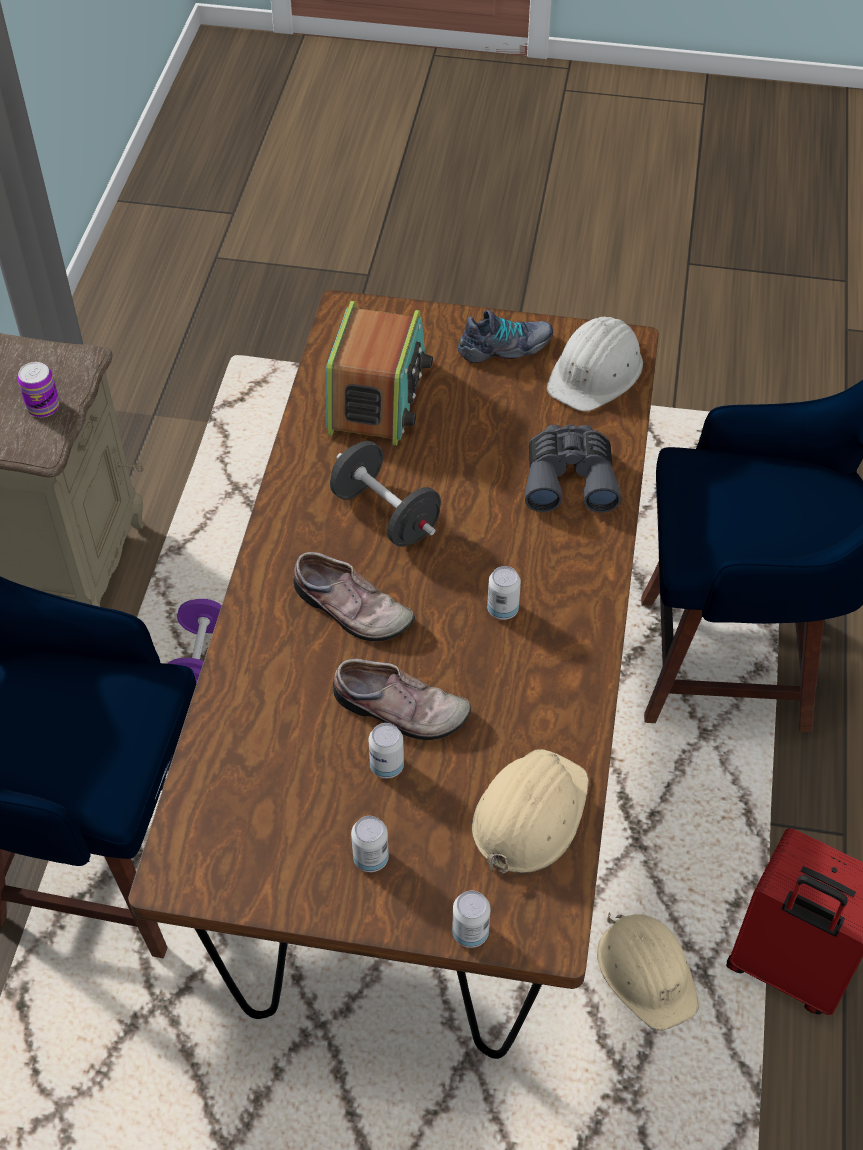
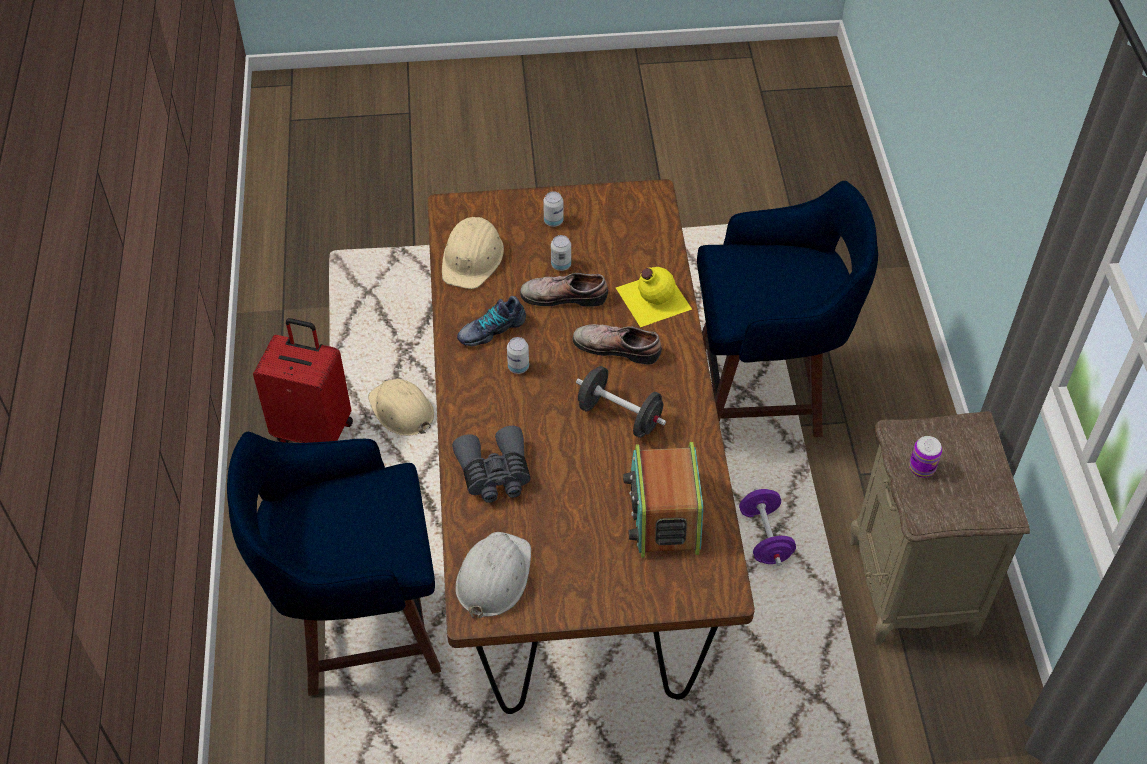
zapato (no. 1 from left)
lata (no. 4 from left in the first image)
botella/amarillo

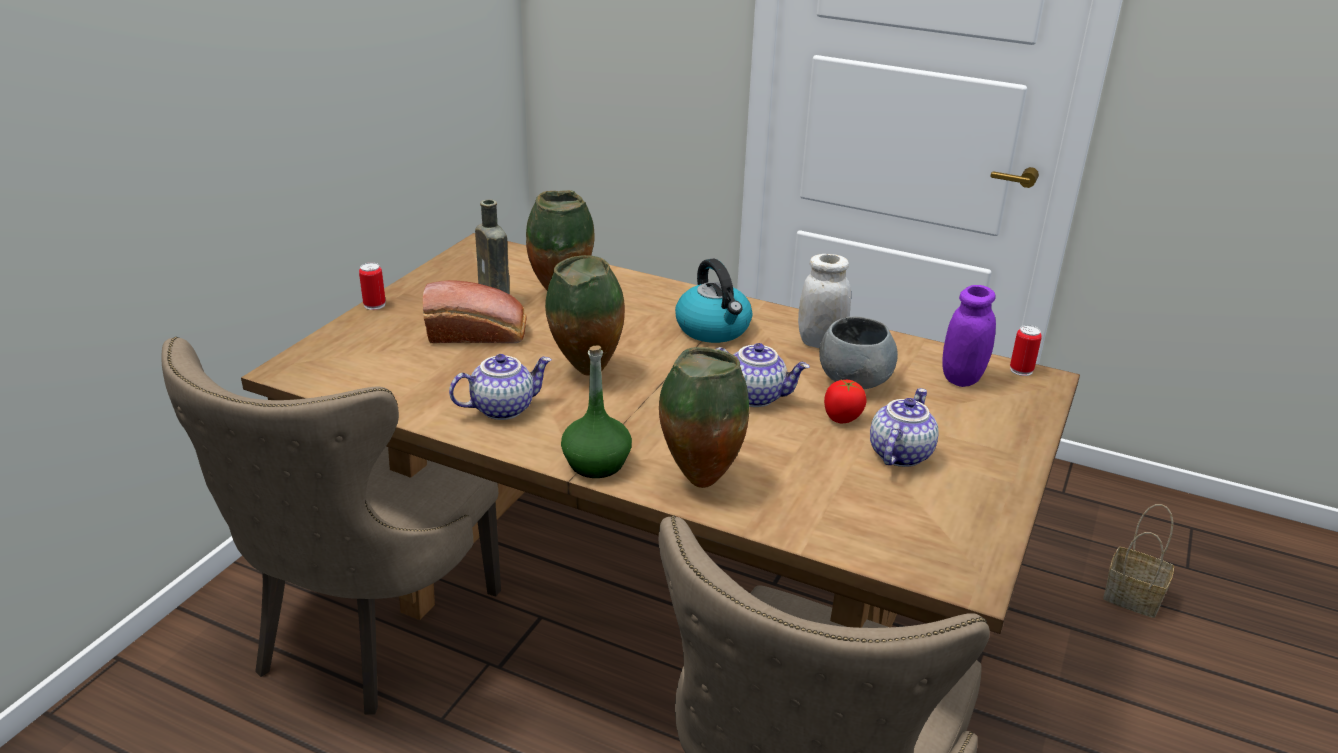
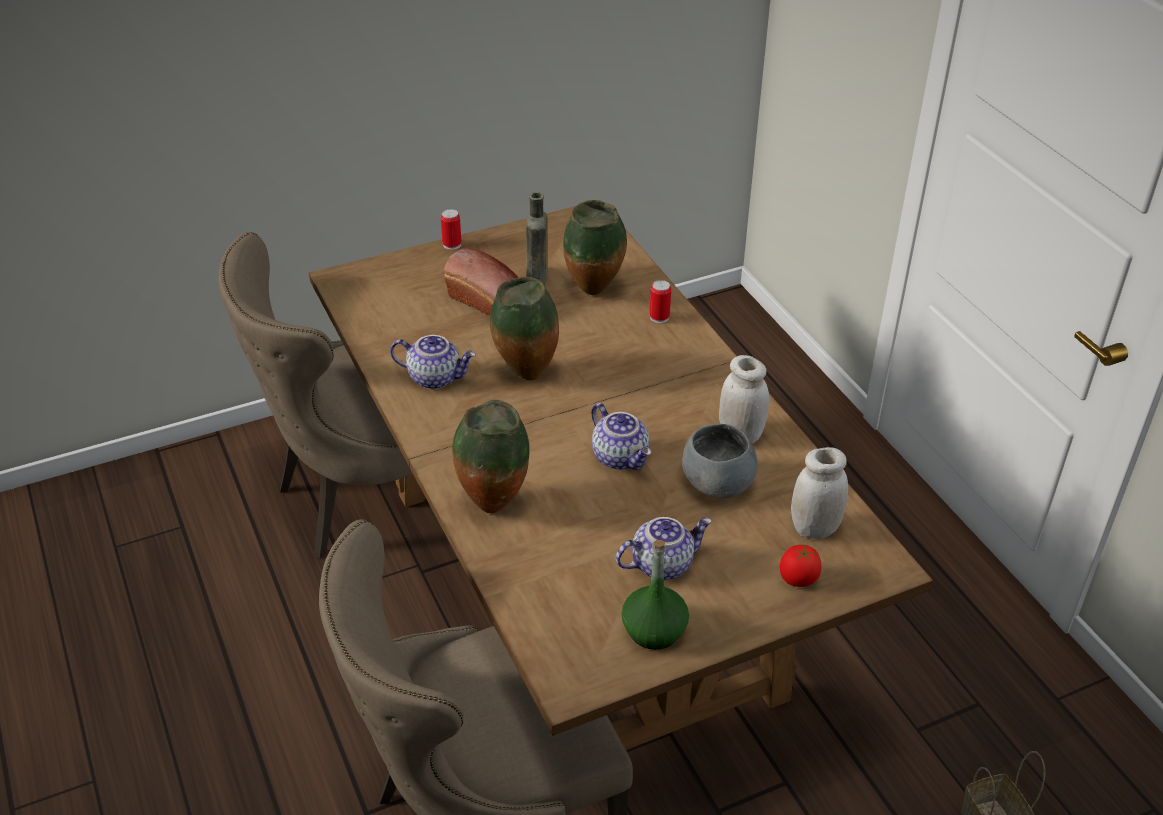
hervidor
tarro/blanco (no. 2 from left)
lata (no. 2 from left)
botella/verde
tomate

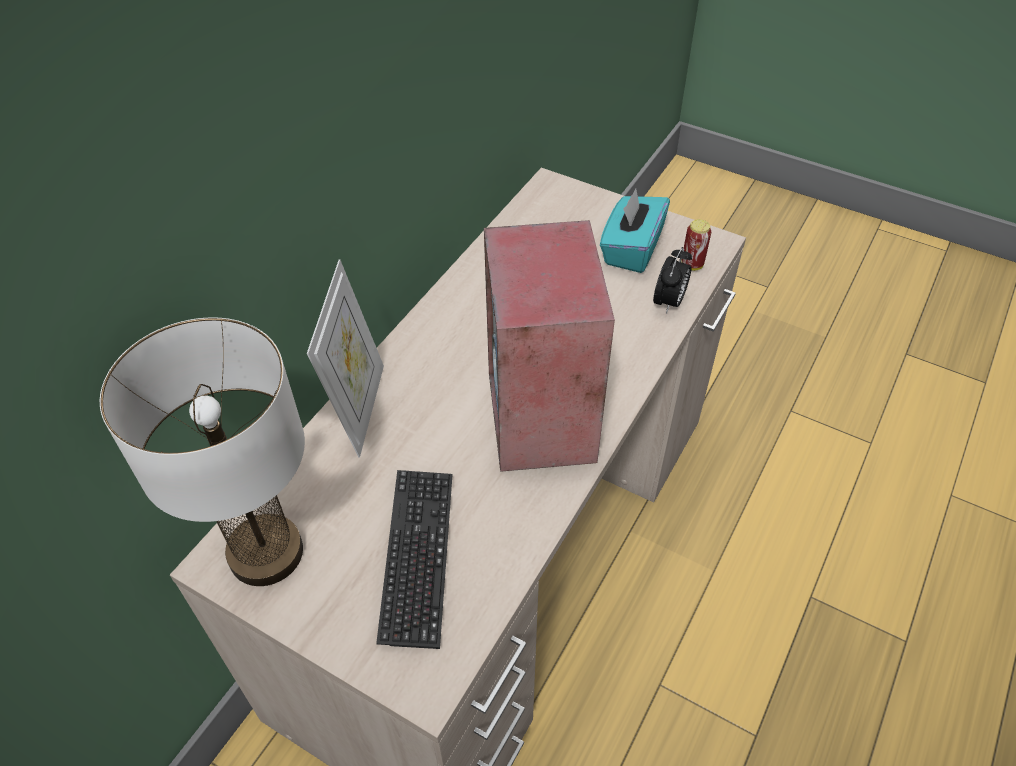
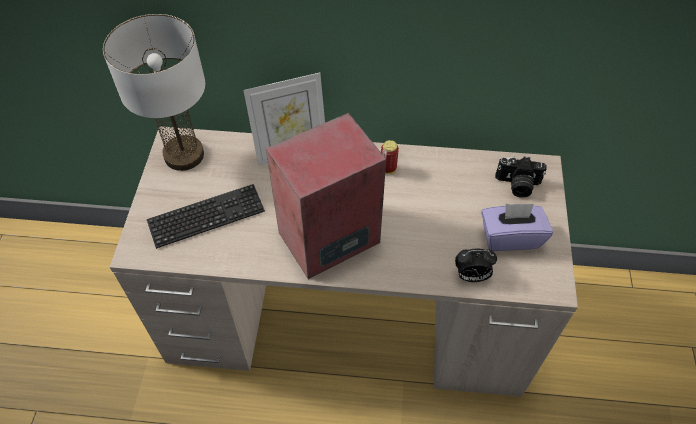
caja de pañuelos/morado
lata
cámara

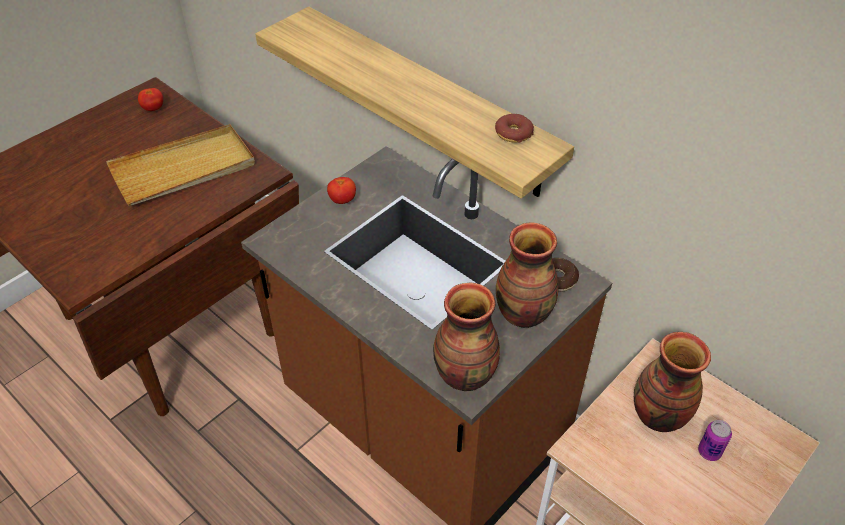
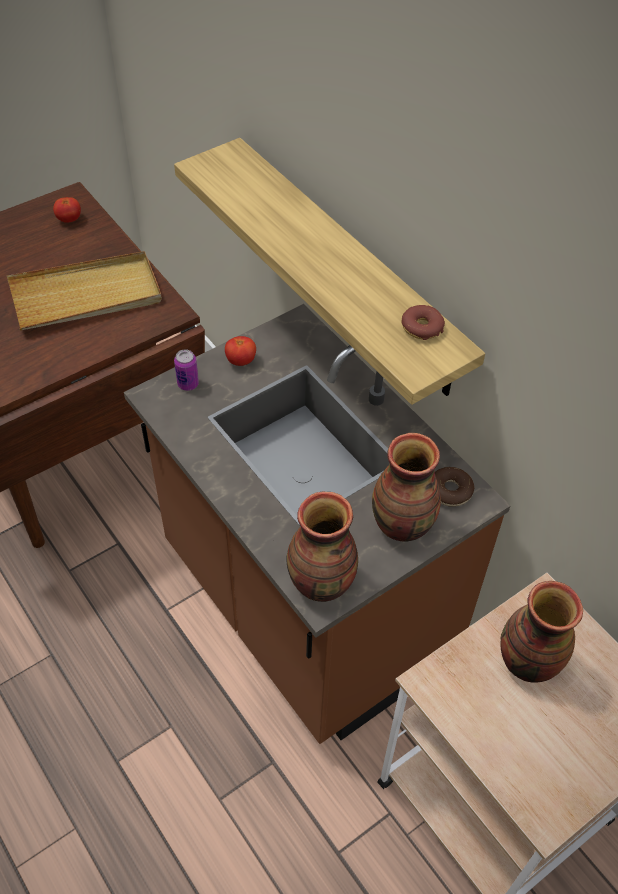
lata

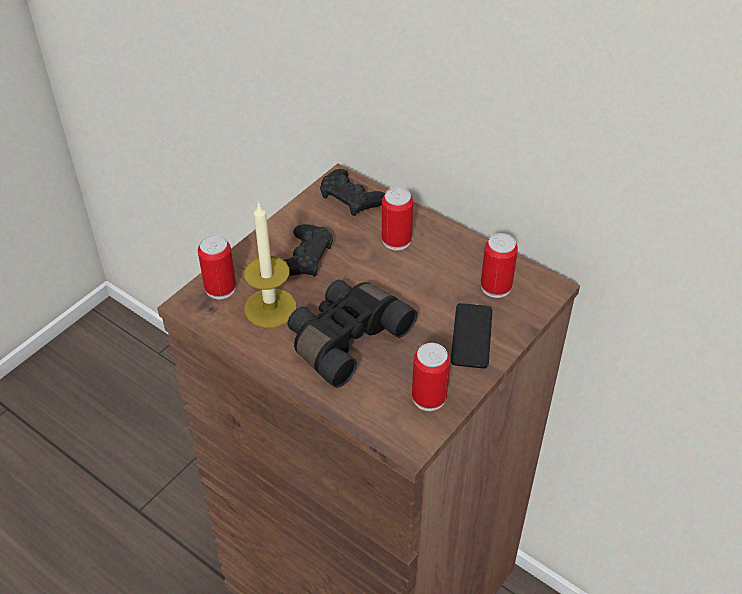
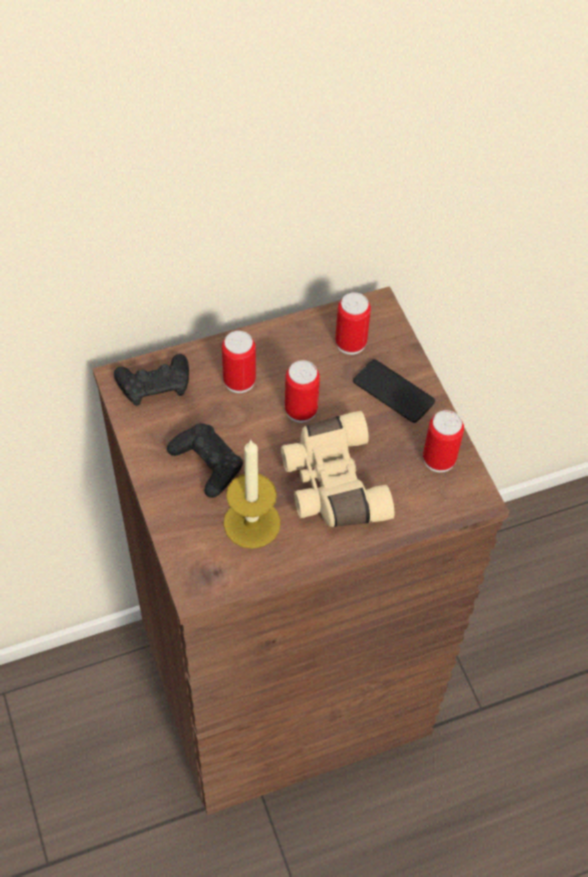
lata (no. 2 from left)
prismáticos/beis

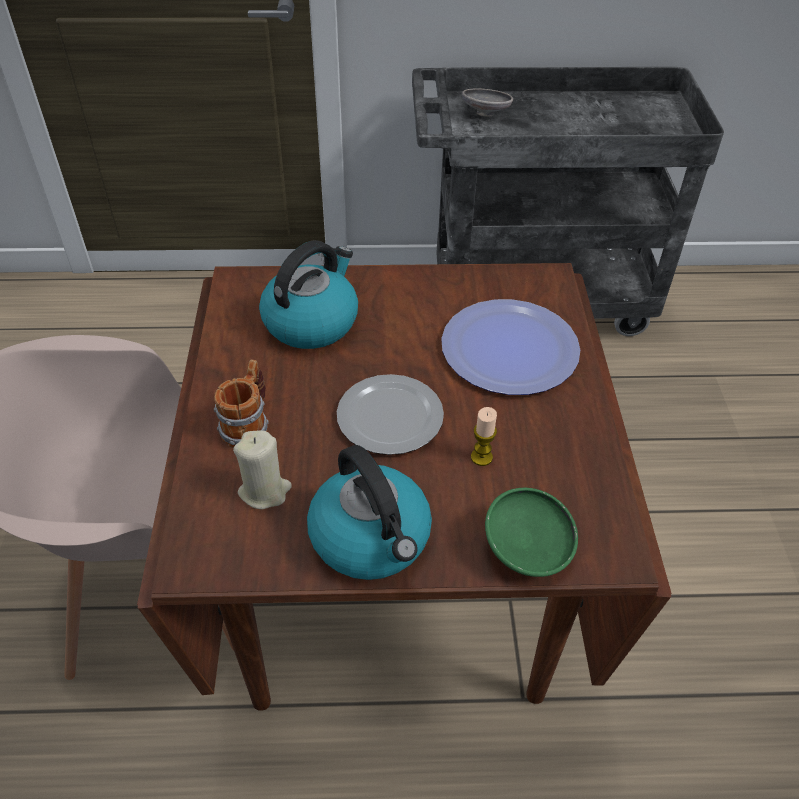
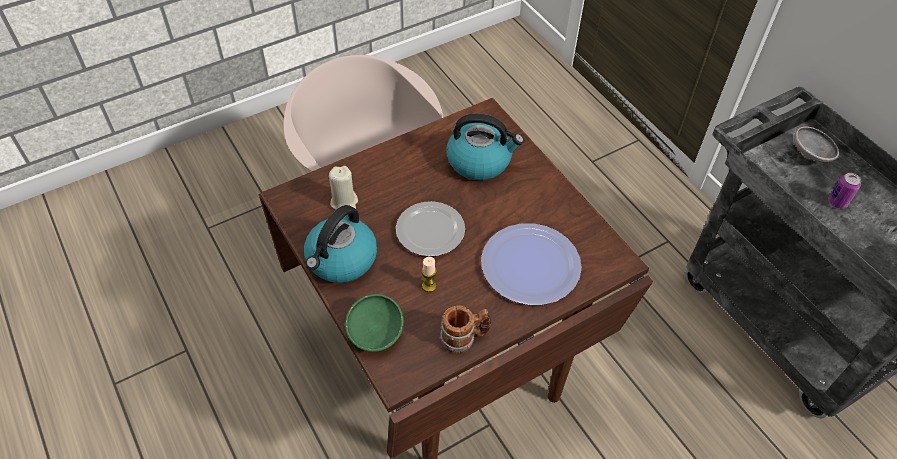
taza grande
lata

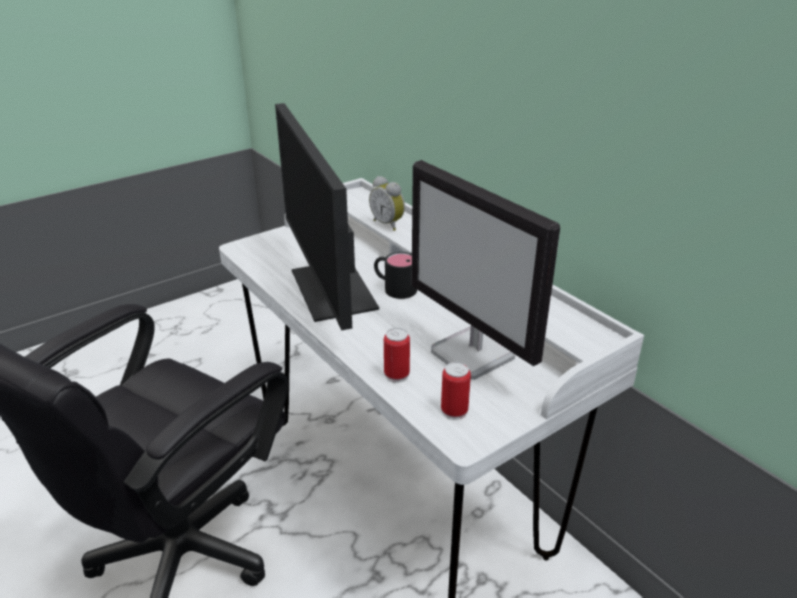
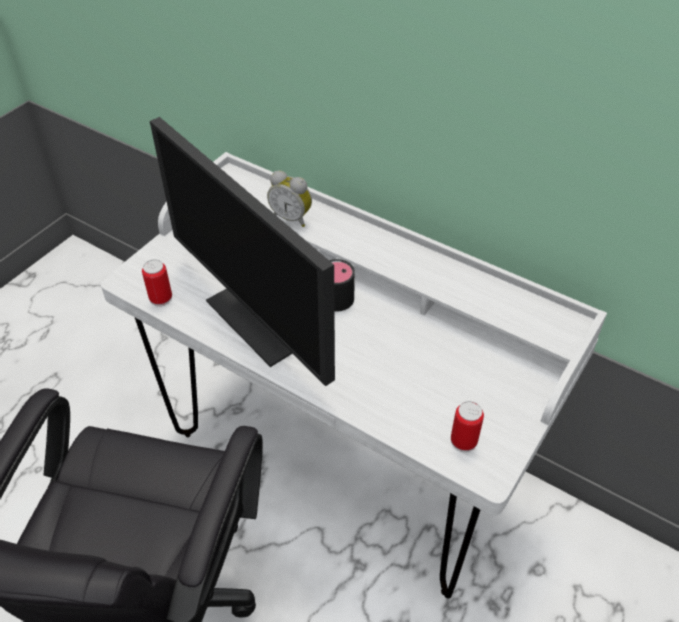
monitor (no. 2 from left in the first image)
lata (no. 1 from left)

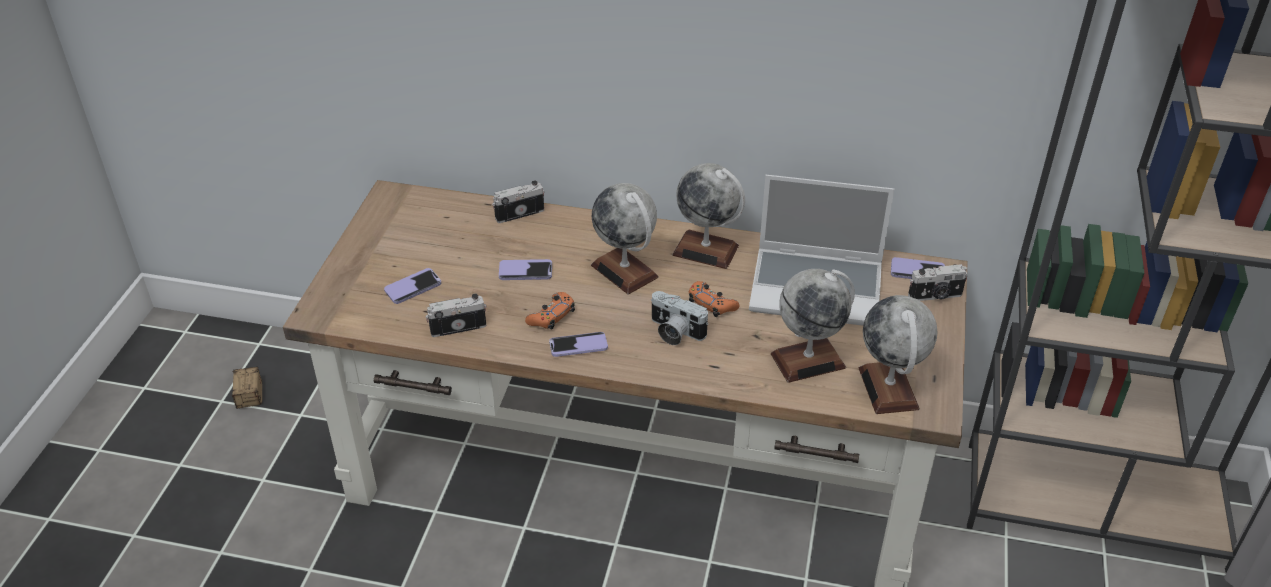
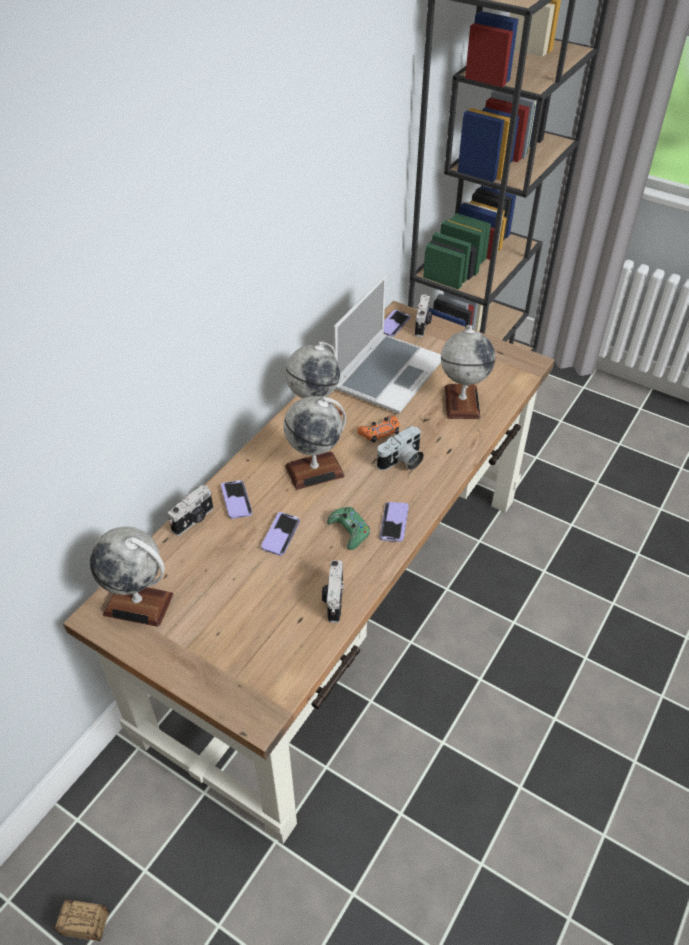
cámara (no. 1 from left)
móvil (no. 1 from left)
mando de consola/verde
globo terráqueo (no. 1 from left)

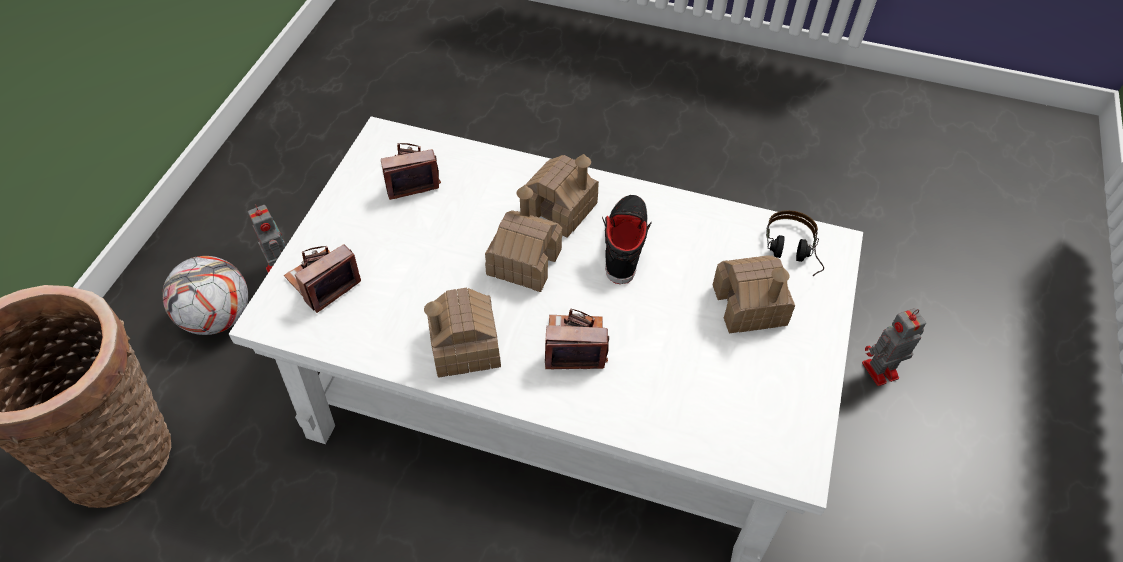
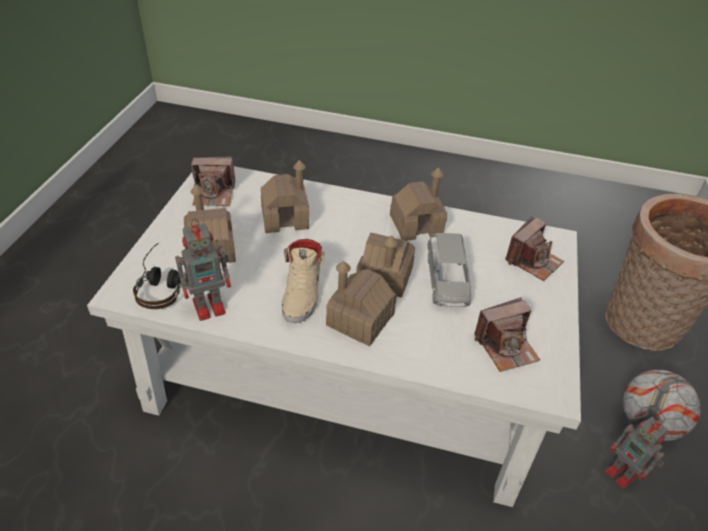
zapato/beis
cámara (no. 1 from left)
robot de juguete (no. 1 from left)
casita (no. 2 from left)
coche de juguete/gris

